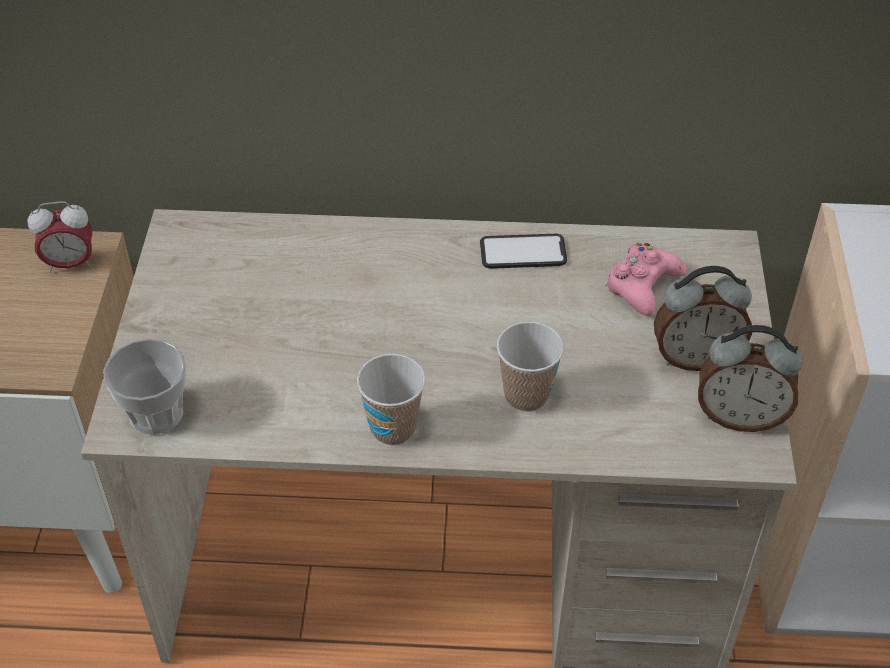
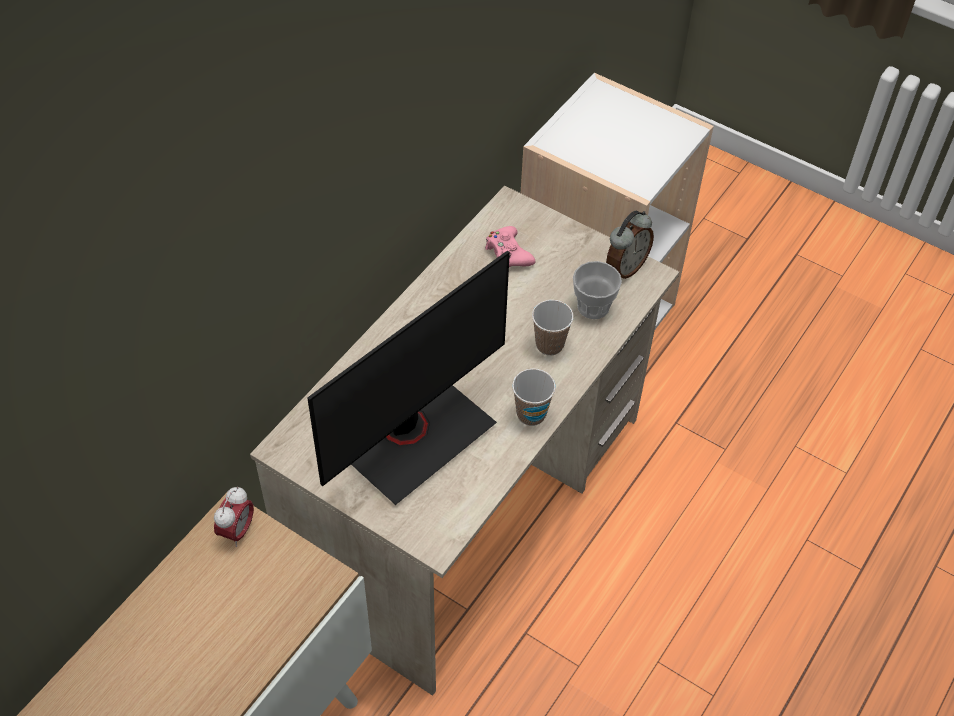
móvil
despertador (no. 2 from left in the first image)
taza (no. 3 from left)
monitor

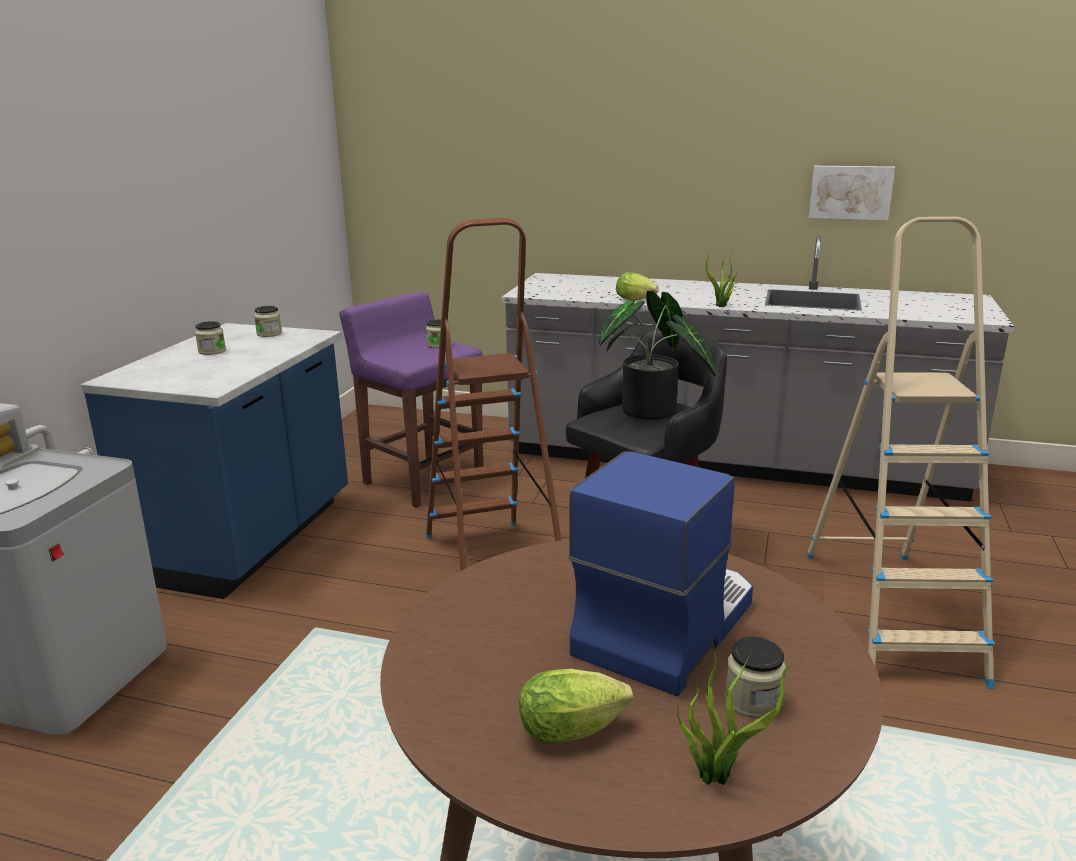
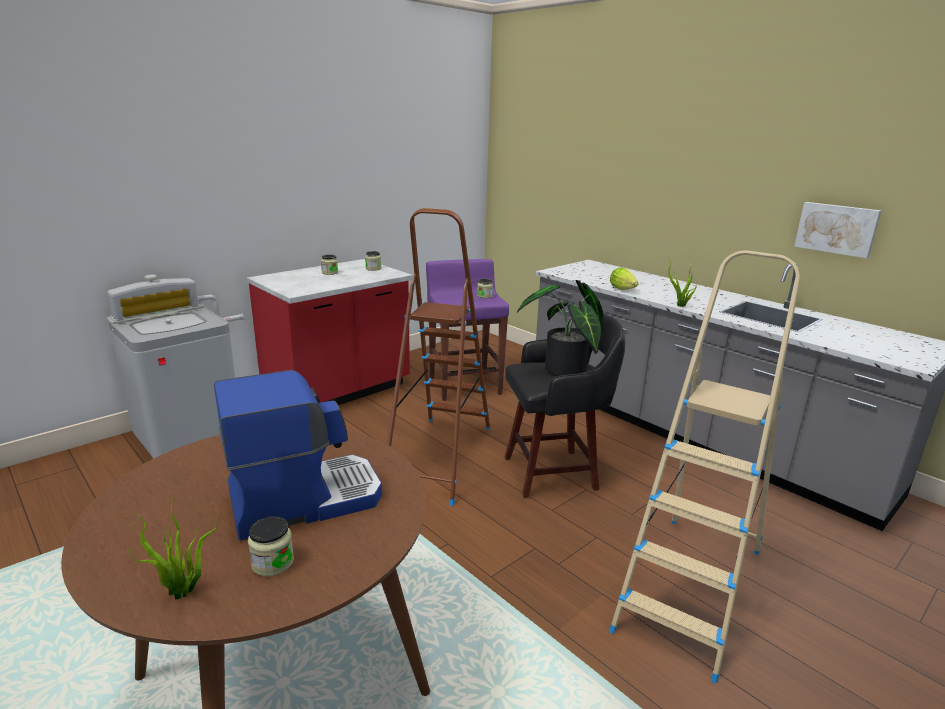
mueble bajo de cocina/rojo
lechuga (no. 1 from left in the first image)

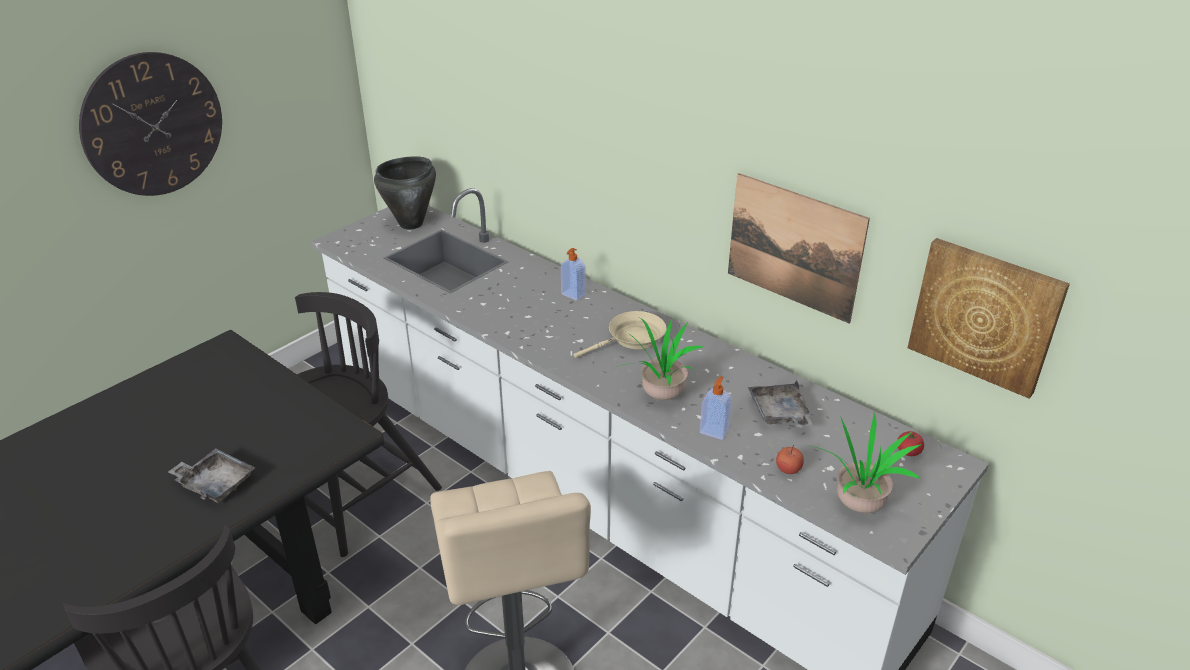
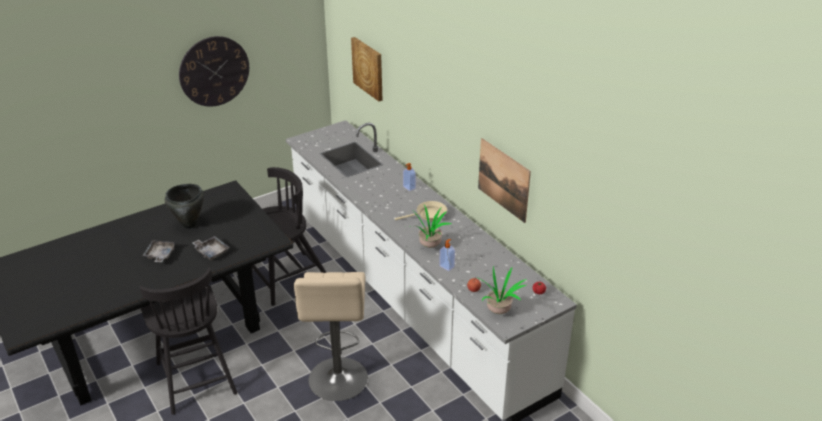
olla/negro
cuadro (no. 1 from left)
bandeja/gris (no. 1 from left)

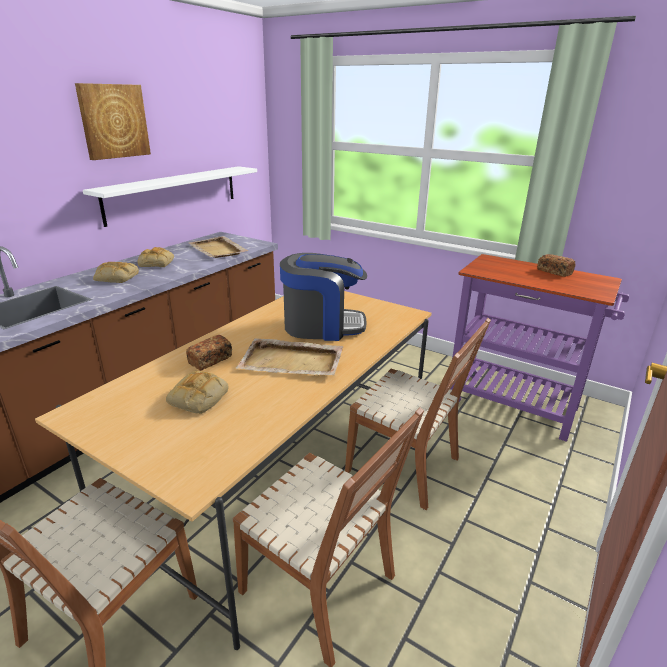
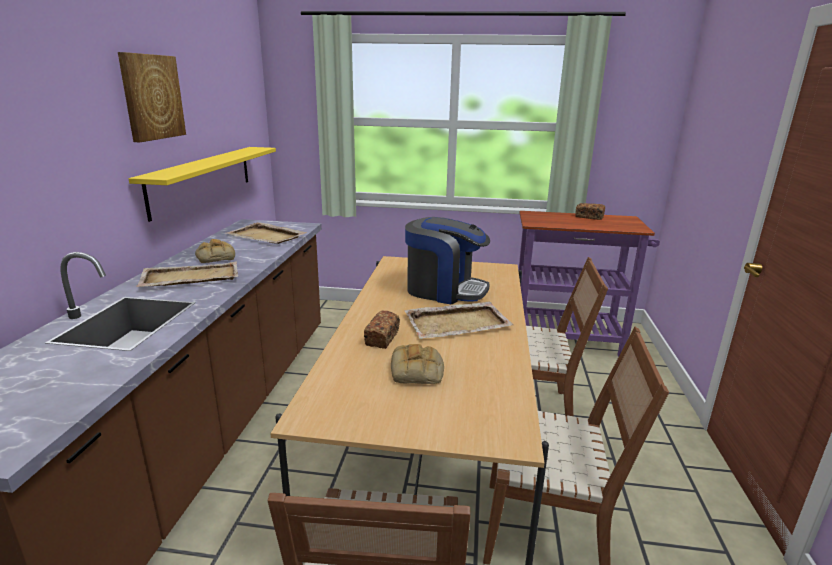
estante/amarillo
cafetera
bandeja/beis (no. 1 from left)

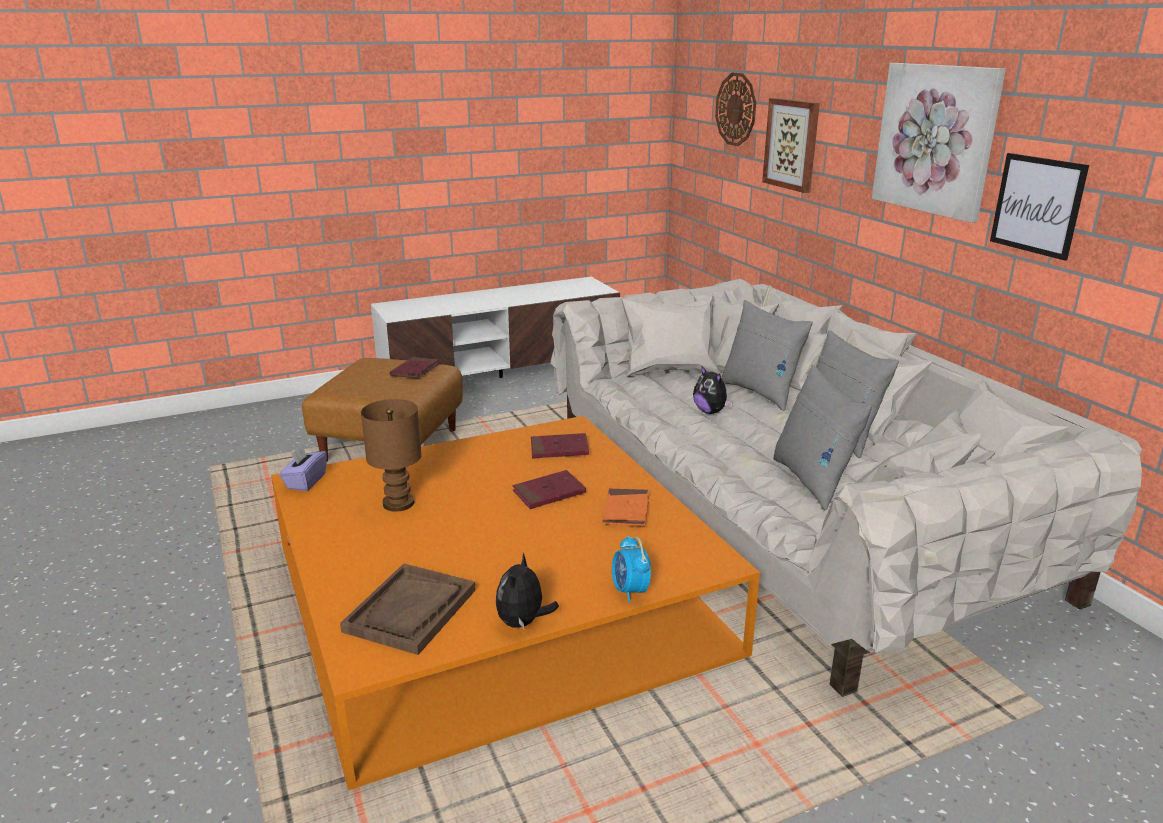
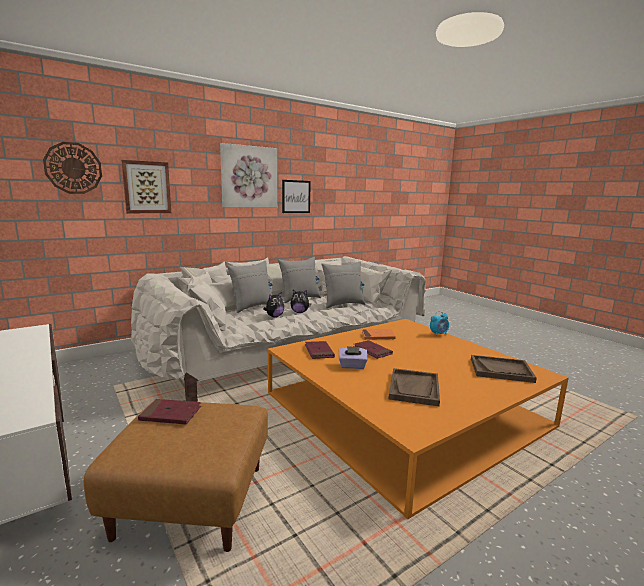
bandeja/marrón (no. 1 from left)
caja de pañuelos/morado
peluche (no. 2 from left)

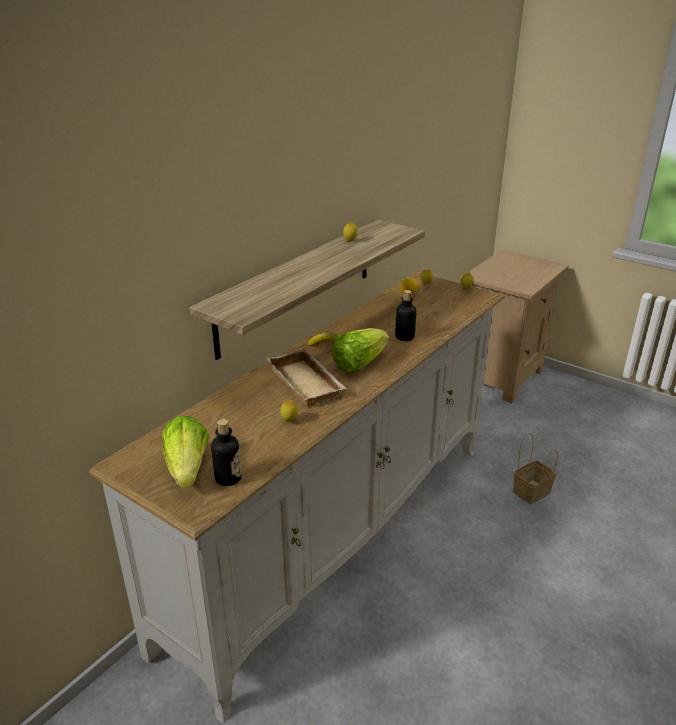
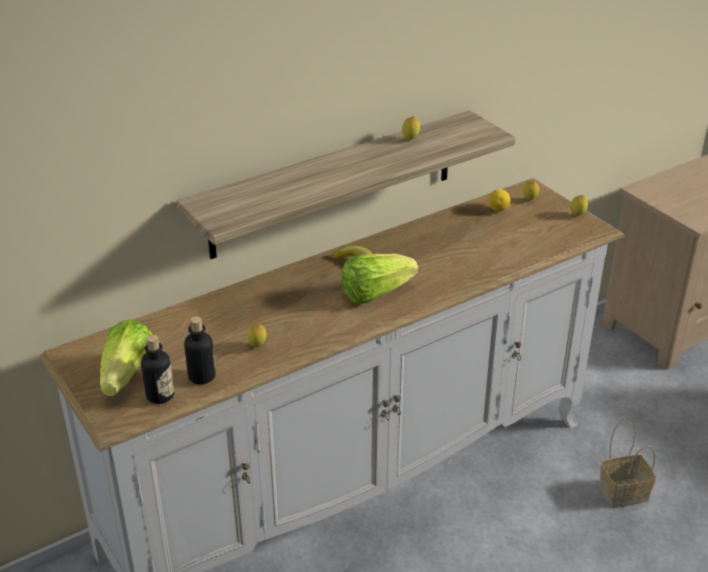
botella (no. 2 from left)
bandeja/beis

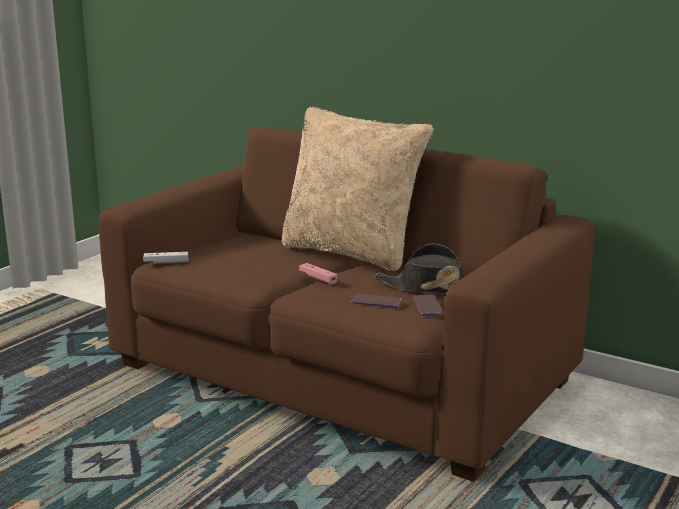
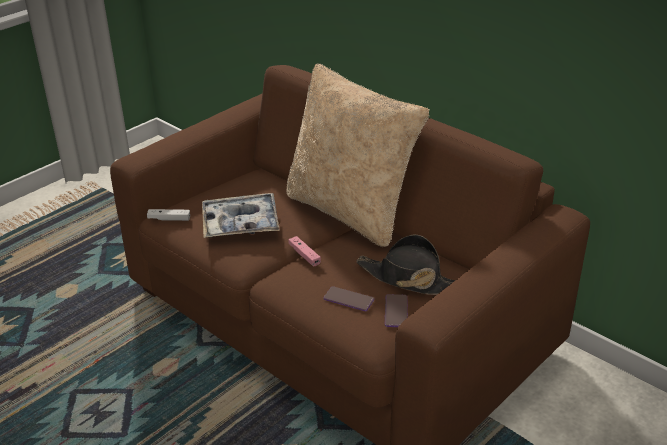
bandeja

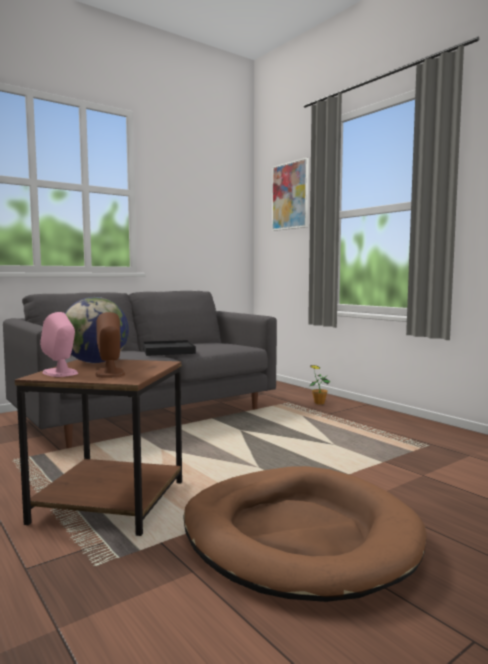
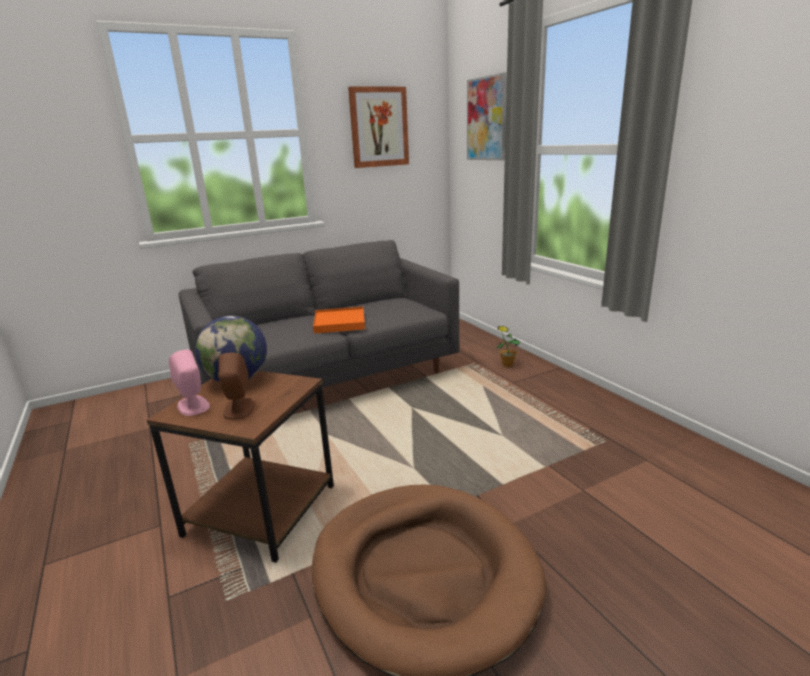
bandeja/naranja
cuadro (no. 1 from left)

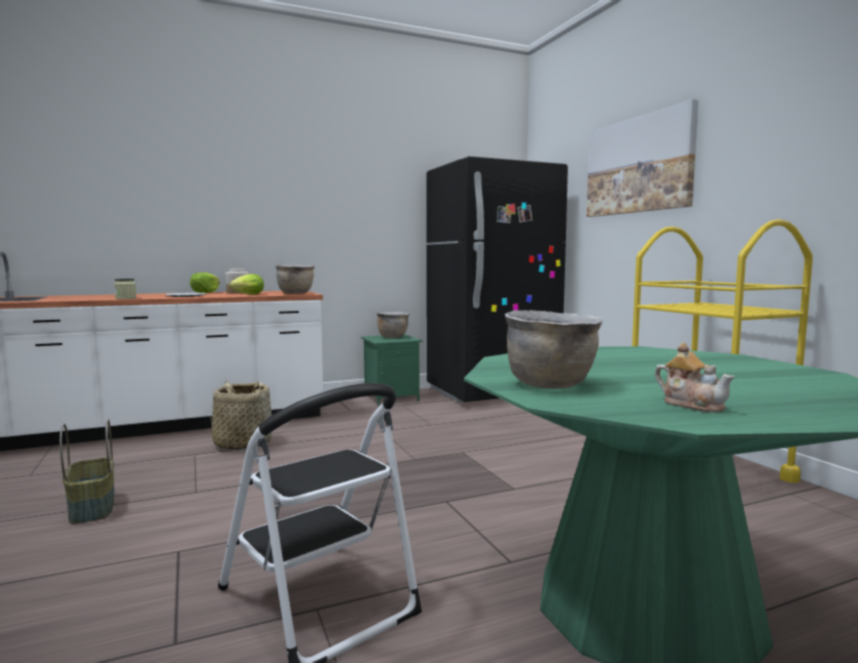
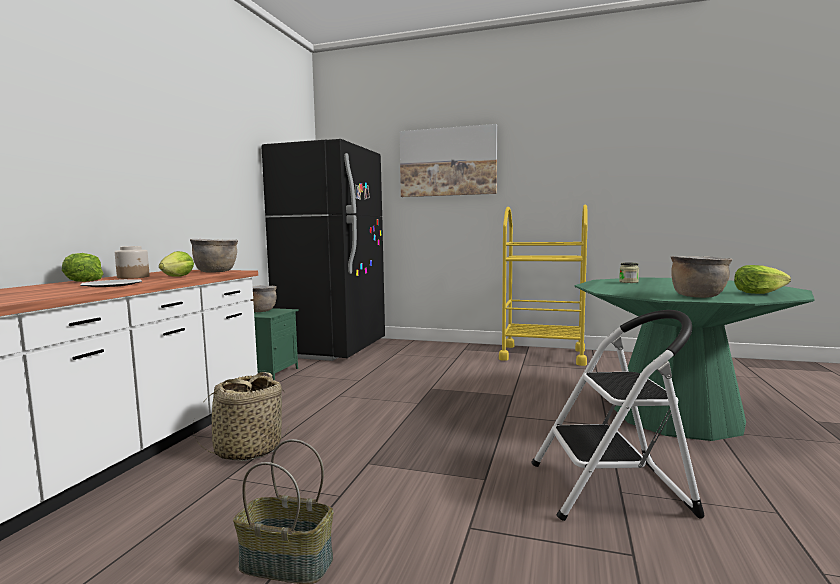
tarro (no. 2 from left)
lechuga (no. 3 from left)

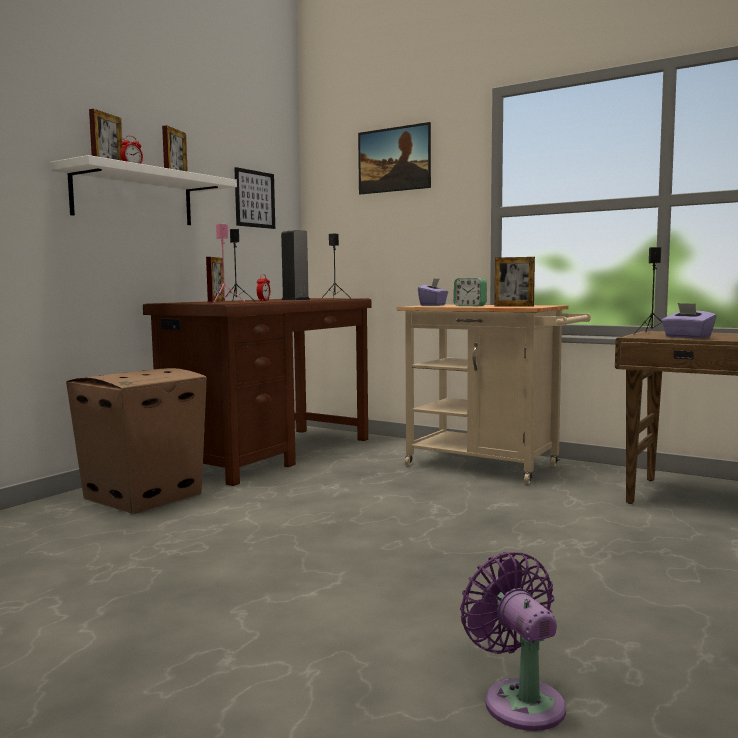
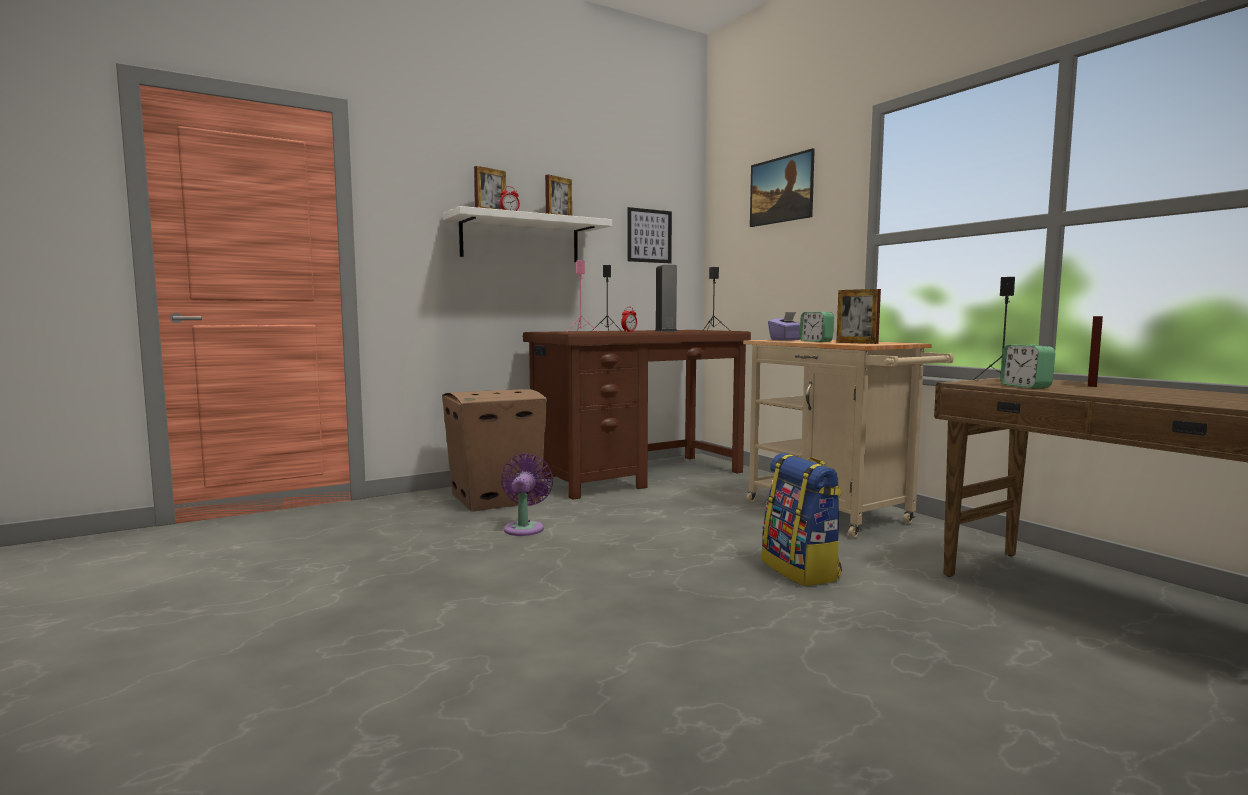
portarretratos (no. 4 from left)
despertador (no. 4 from left)
ventilador/morado
mochila

